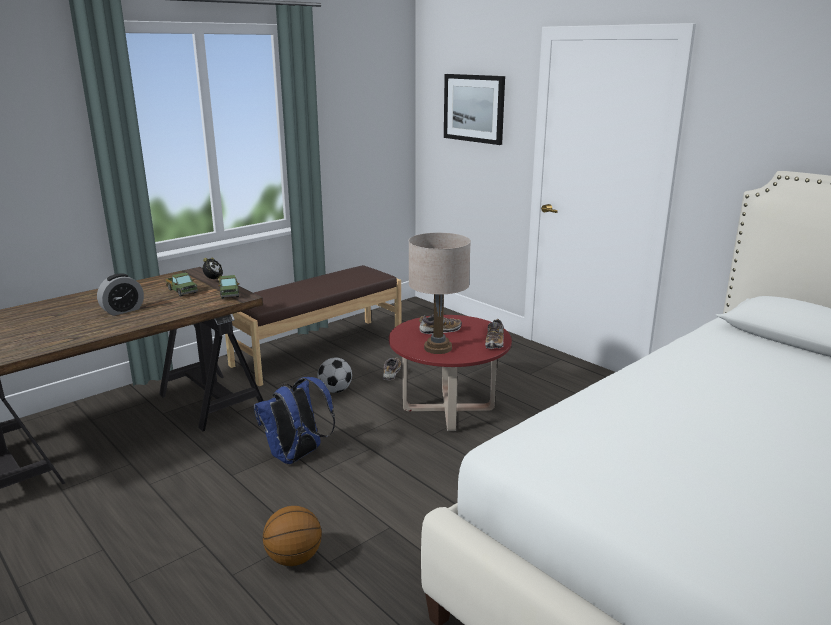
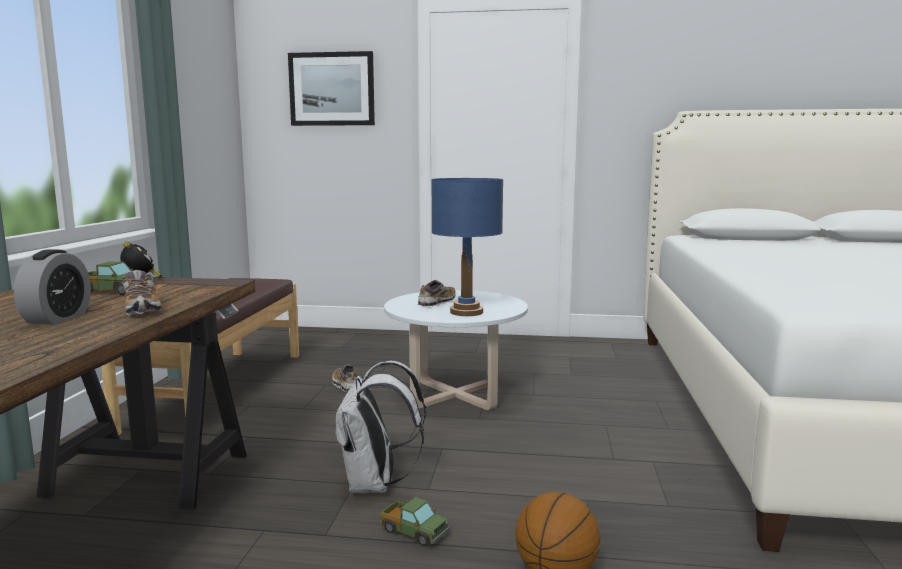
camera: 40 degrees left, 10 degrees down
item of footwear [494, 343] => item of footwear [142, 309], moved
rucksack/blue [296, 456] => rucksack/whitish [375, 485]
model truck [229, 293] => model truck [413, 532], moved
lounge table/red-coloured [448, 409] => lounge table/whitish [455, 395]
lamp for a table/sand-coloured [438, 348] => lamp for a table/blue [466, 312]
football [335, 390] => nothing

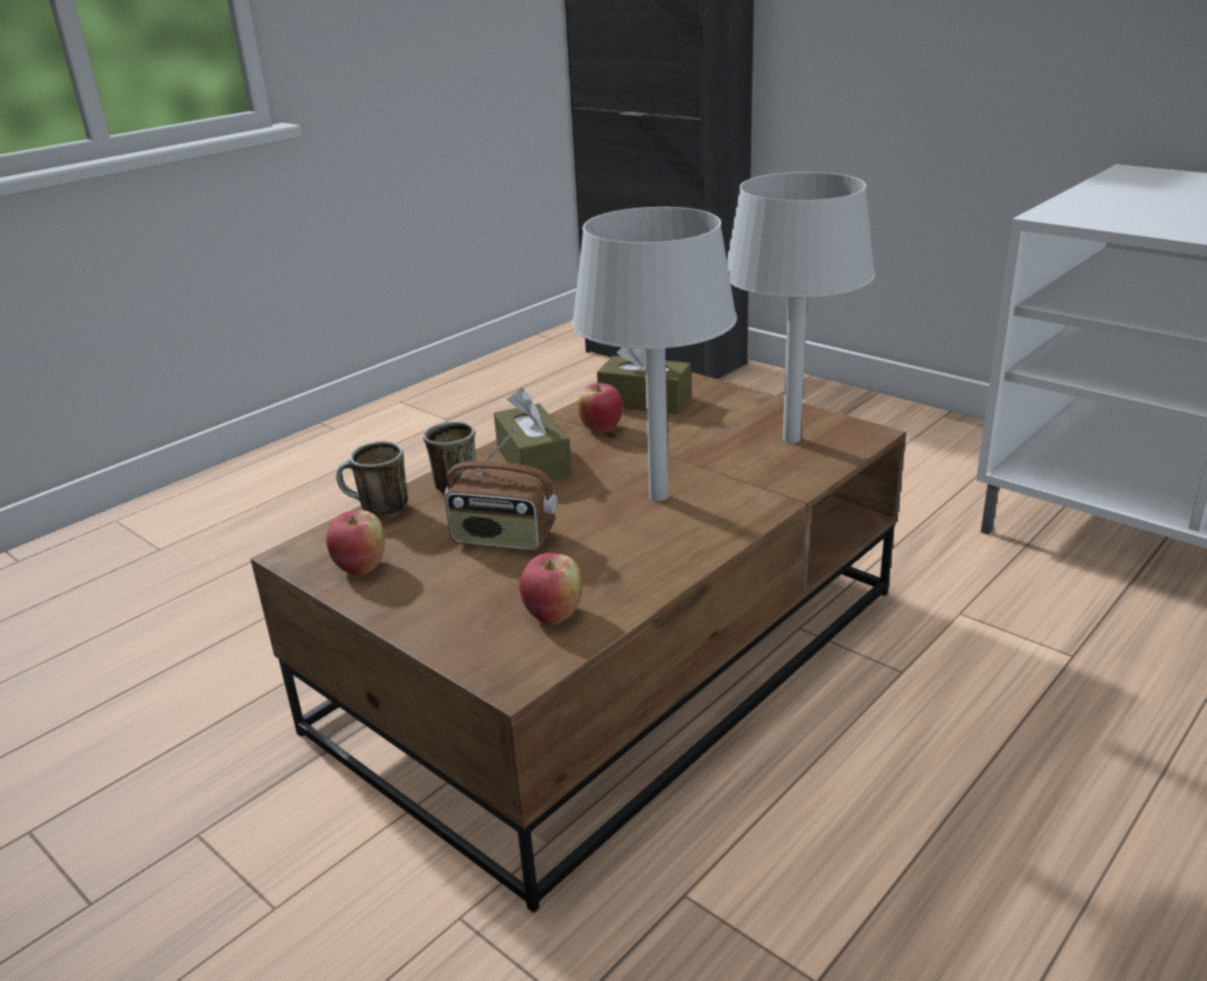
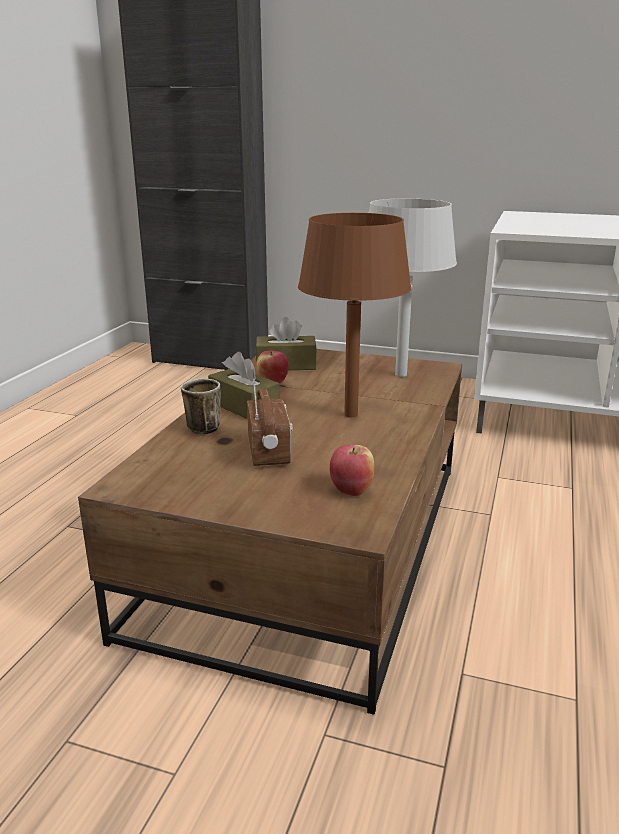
camera: 25 degrees left, 5 degrees down
radio [503, 539] => radio [270, 453], 90 degrees counterclockwise
lamp for a table/grey [659, 496] => lamp for a table/brown [351, 415]
whole apple [360, 567] => nothing
coffee mug [377, 511] => nothing

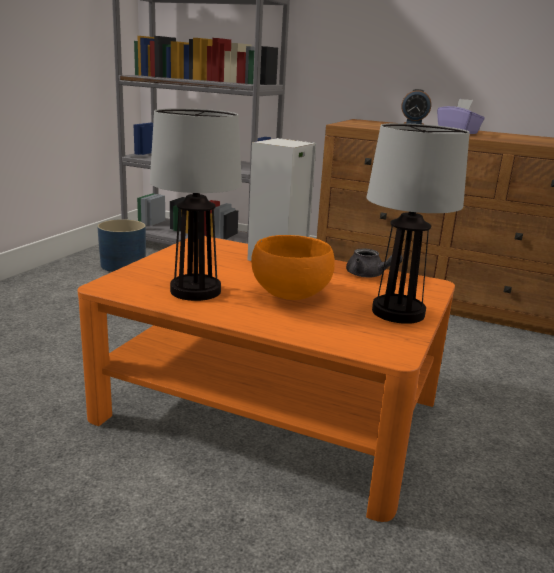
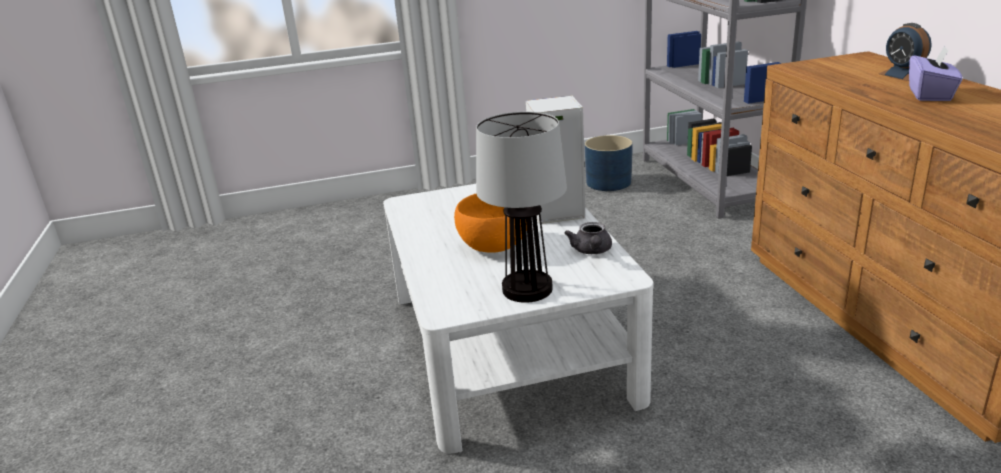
camera: 55 degrees right, 5 degrees up
lounge table/orange [270, 408] => lounge table/whitish [509, 344]
lamp for a table [195, 291] => nothing

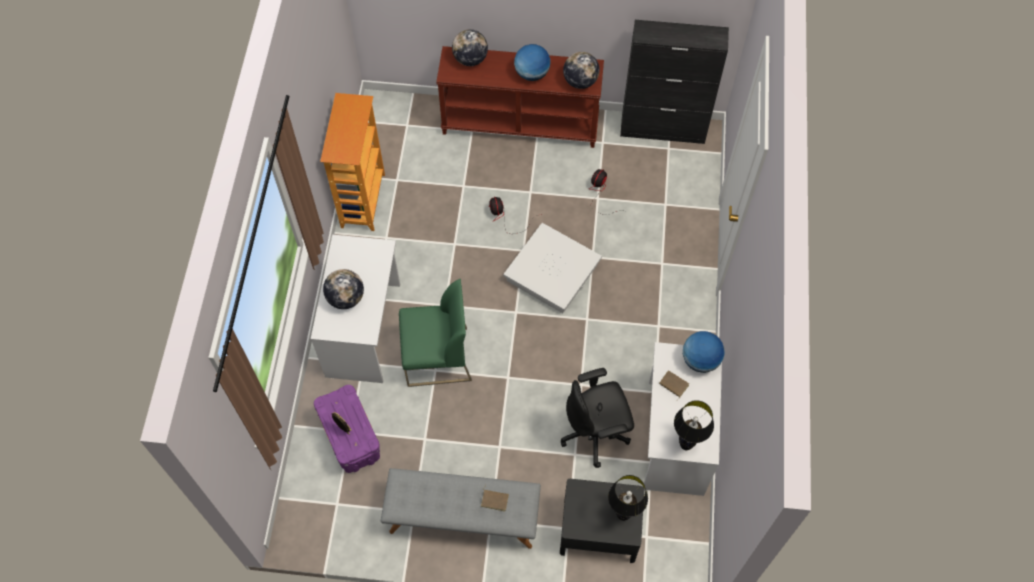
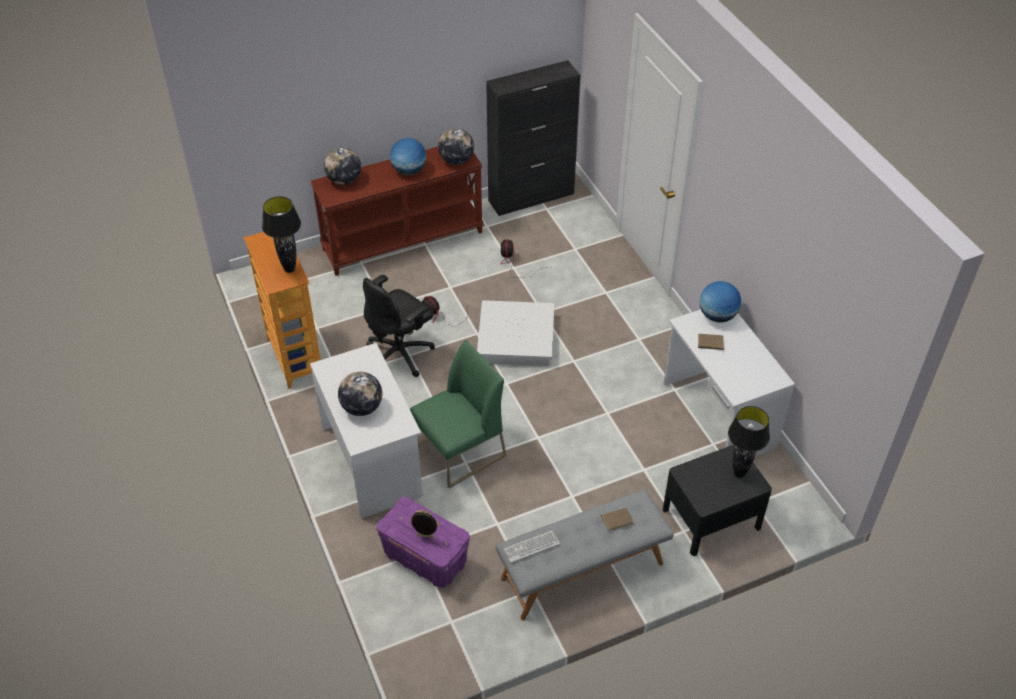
camera: 30 degrees left, 15 degrees down
lamp for a table/black [685, 445] => lamp for a table/black [289, 269], moved
office chair/black [595, 433] => office chair/black [401, 354], moved
nothing => keyboard [531, 547]

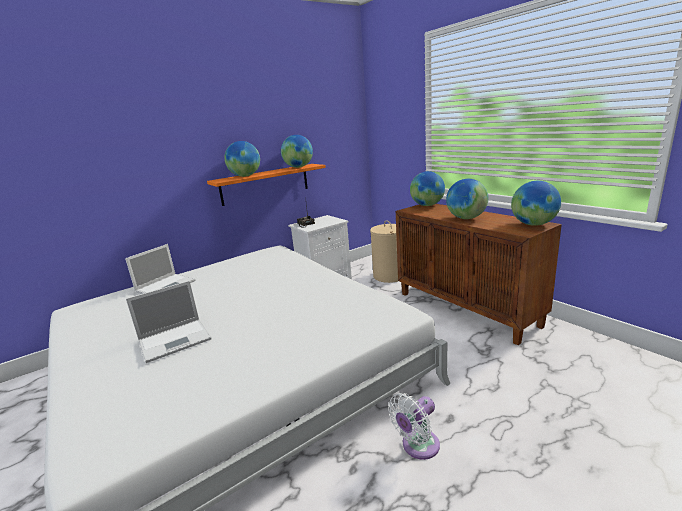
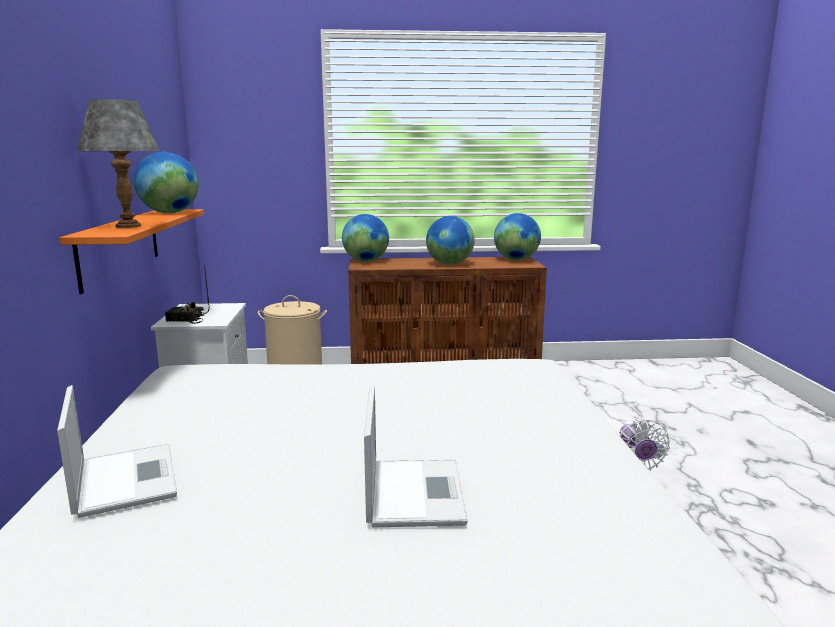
camera: 60 degrees left, 5 degrees down
globe [245, 176] => lamp for a table/grey [128, 226]

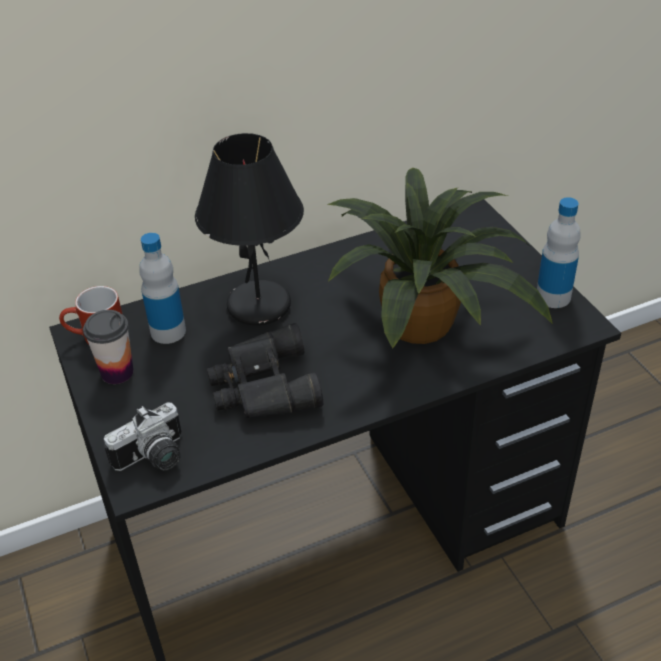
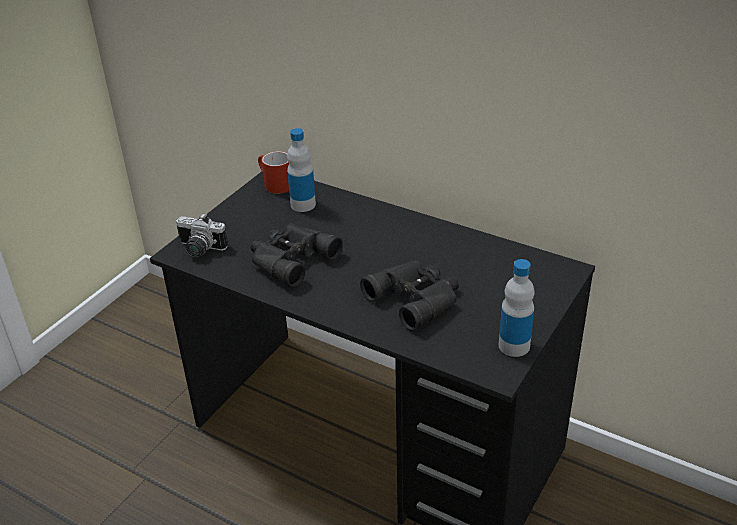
camera: 55 degrees right, 5 degrees down
houseplant [425, 323] => field glasses/black [416, 298]
cup [117, 372] => nothing
lamp for a table/black [258, 305] => nothing

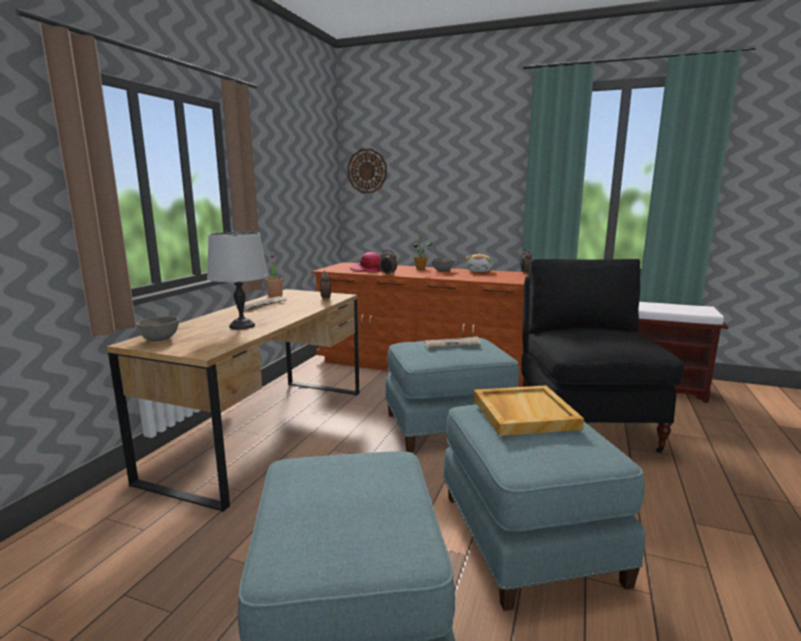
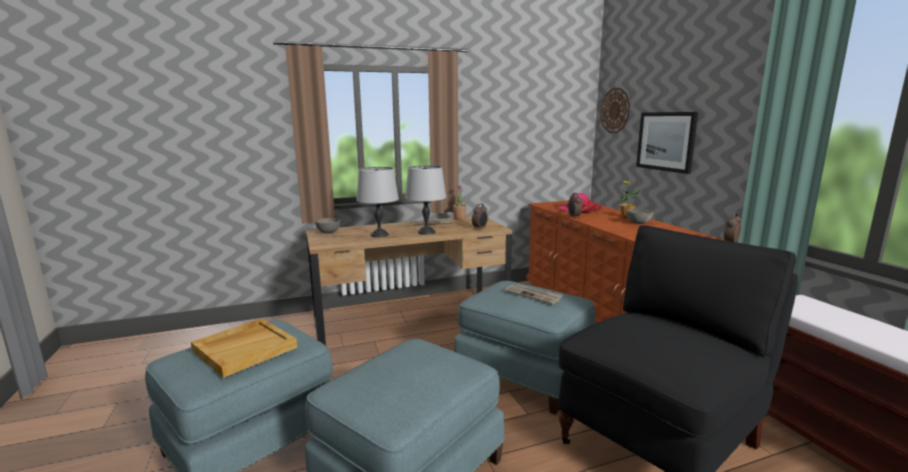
camera: 50 degrees right, 0 degrees up
tray/sand-coloured [523, 413] => tray/sand-coloured [245, 349], moved
nothing => lamp for a table/grey [426, 232]
nothing => picture [666, 141]
cuddly toy [479, 271] => nothing

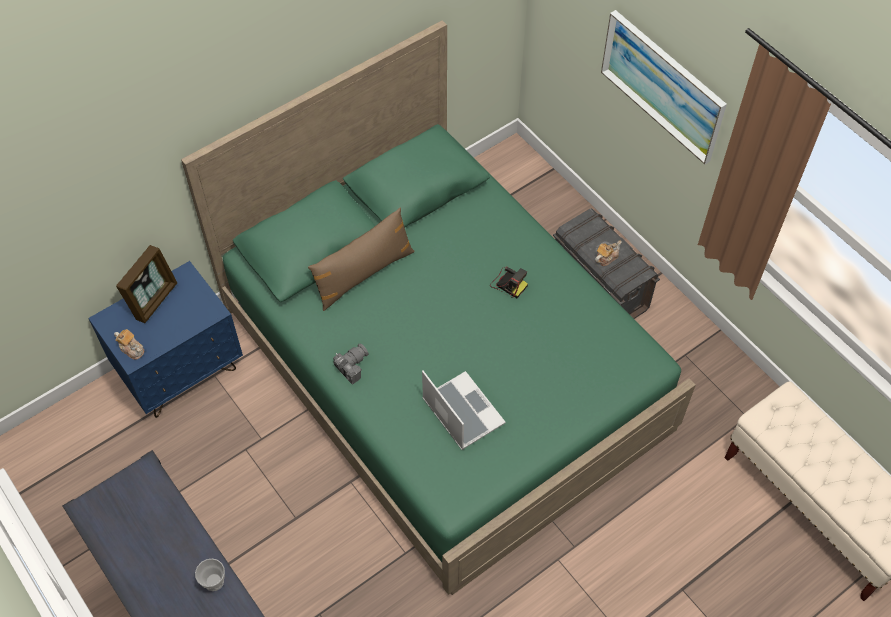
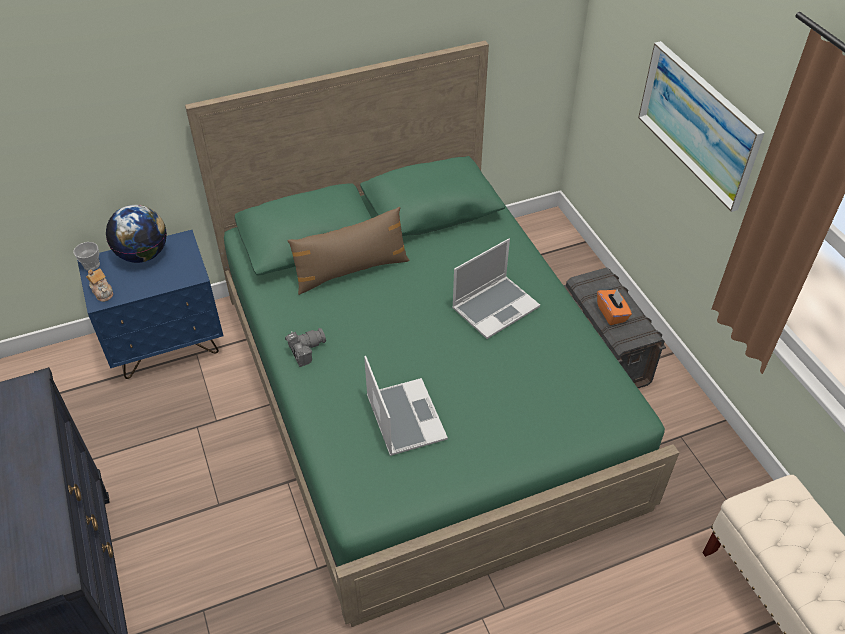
camera: 15 degrees right, 10 degrees down
cup [214, 581] => cup [91, 265], moved
picture frame [153, 299] => globe [143, 254]
photo camera [508, 283] => notebook computer [495, 307]
pot for tea [606, 257] => tissue box/orange [612, 314]

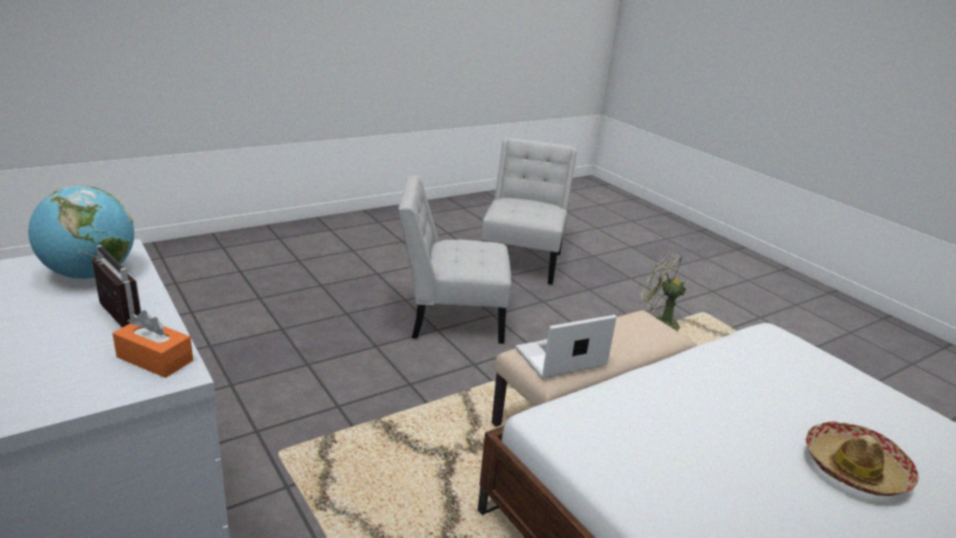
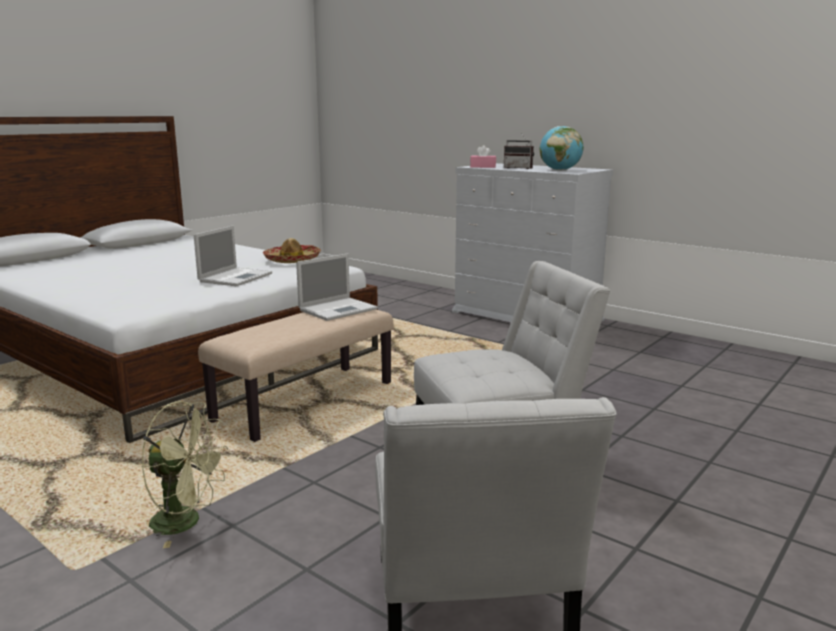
camera: 165 degrees right, 10 degrees down
nothing => notebook computer [236, 277]
wearable hat [855, 469] => wearable hat [292, 260], moved
tissue box/orange [155, 359] => tissue box/pinkish [483, 167]

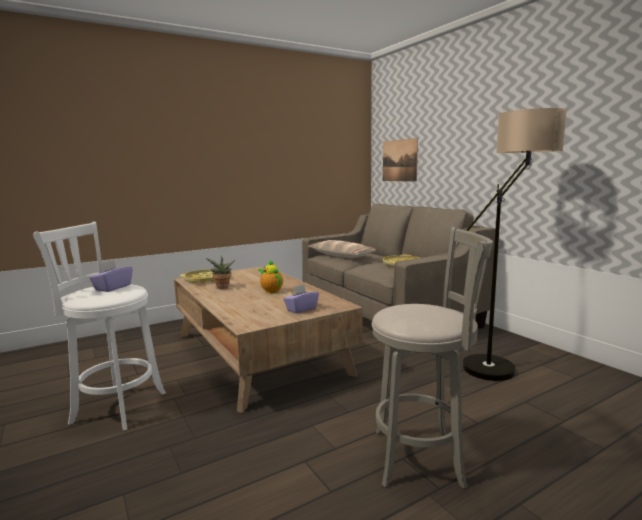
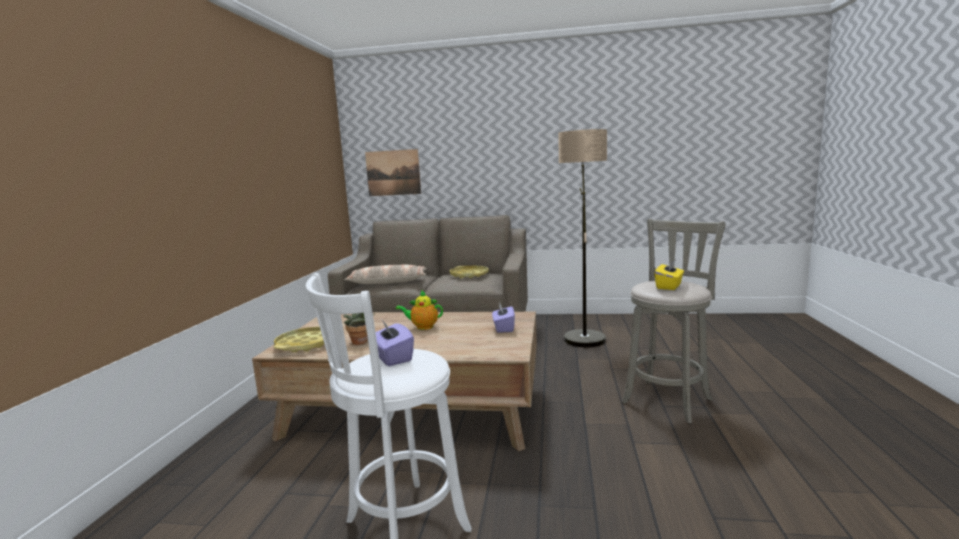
camera: 50 degrees left, 0 degrees up
nothing => tissue box/yellowish [669, 286]

